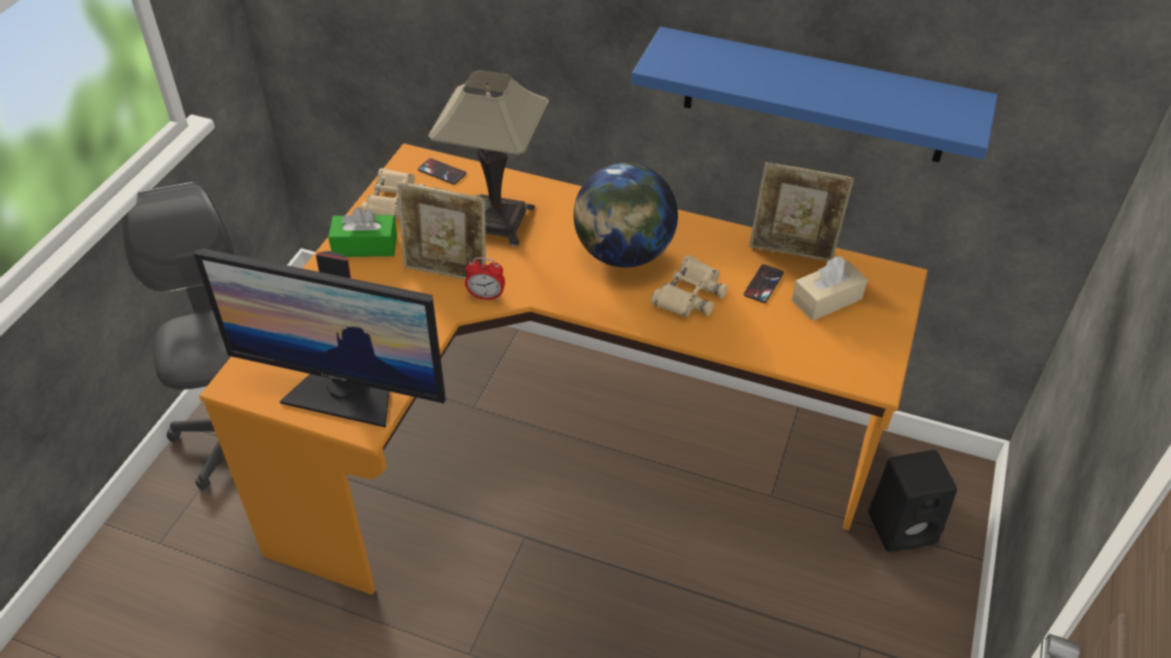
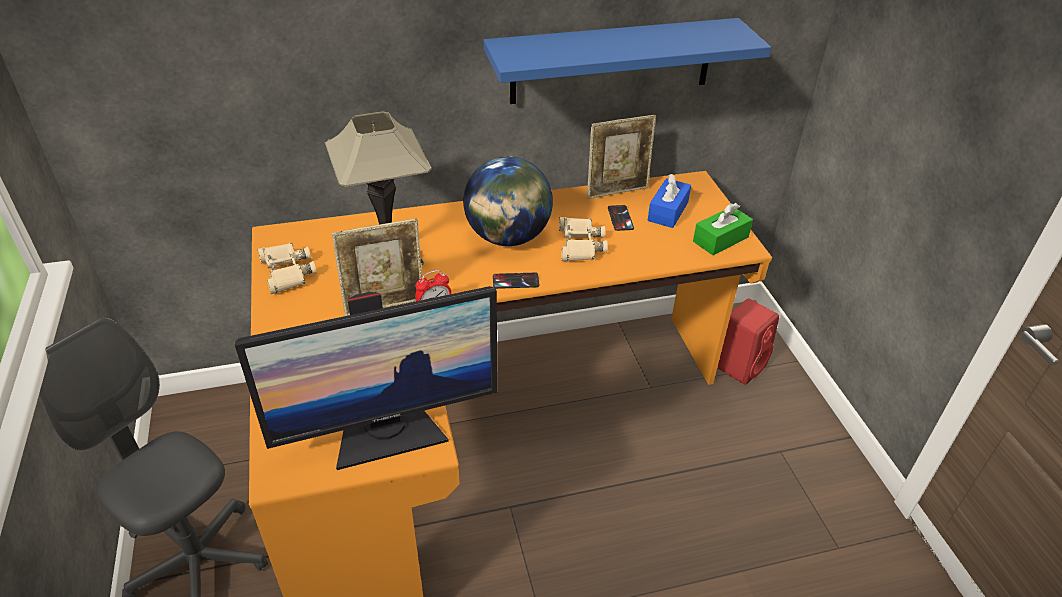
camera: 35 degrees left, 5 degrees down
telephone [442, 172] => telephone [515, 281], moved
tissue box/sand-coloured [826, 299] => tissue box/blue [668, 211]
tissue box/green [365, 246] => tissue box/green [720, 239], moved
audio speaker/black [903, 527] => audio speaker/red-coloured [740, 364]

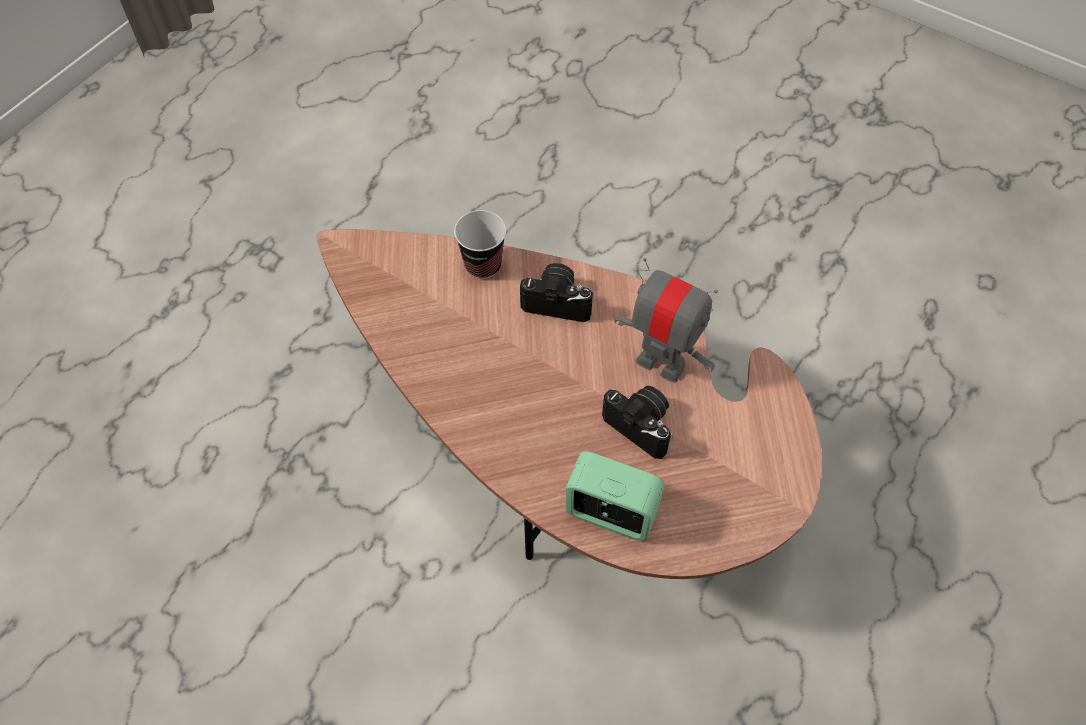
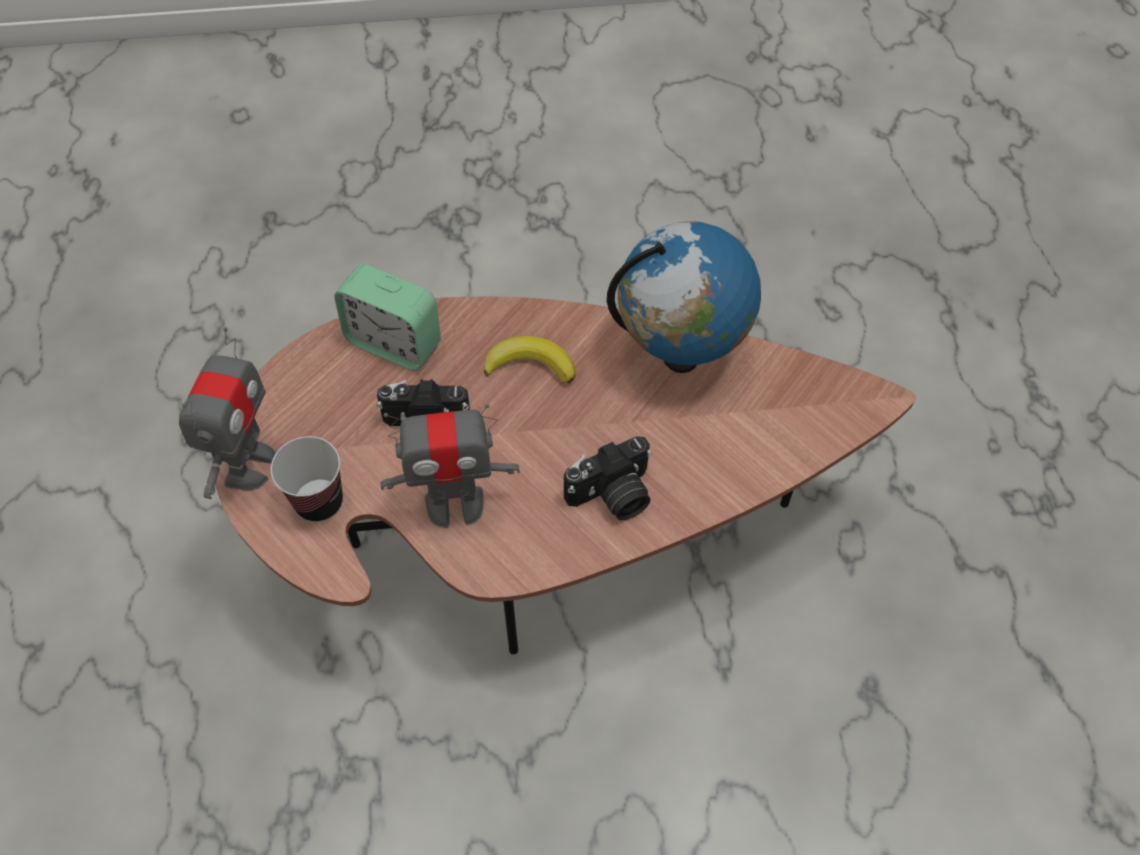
camera: 140 degrees right, 0 degrees up
nothing => robot figure [249, 465]
cup [483, 265] => cup [319, 502], moved
bedside clock [611, 513] => bedside clock [394, 343], 45 degrees clockwise
nothing => banana [530, 364]
nothing => globe [680, 355]

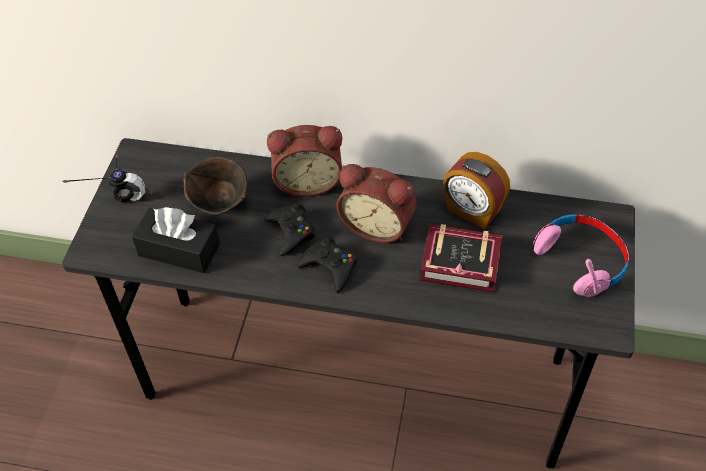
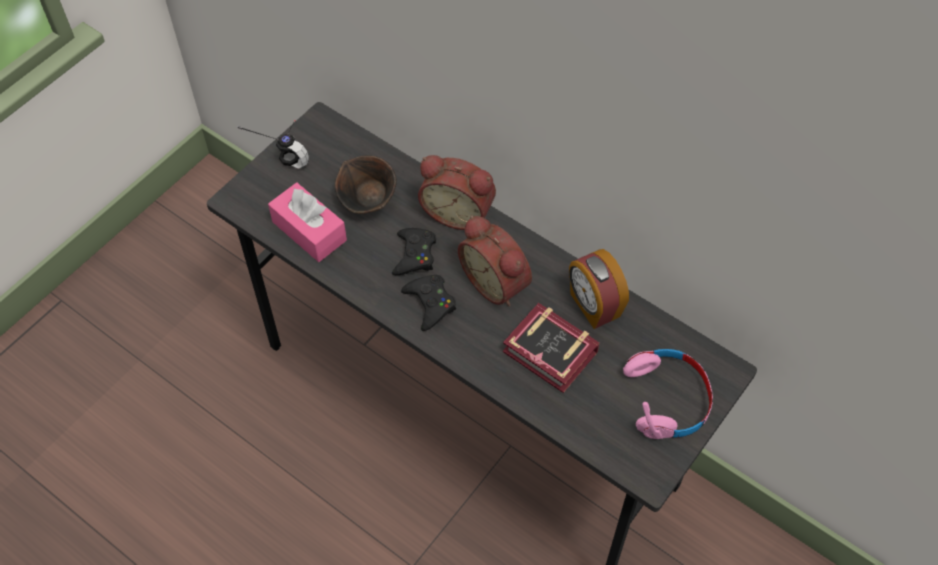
camera: 25 degrees right, 5 degrees up
tissue box/black [179, 250] => tissue box/pinkish [309, 231]

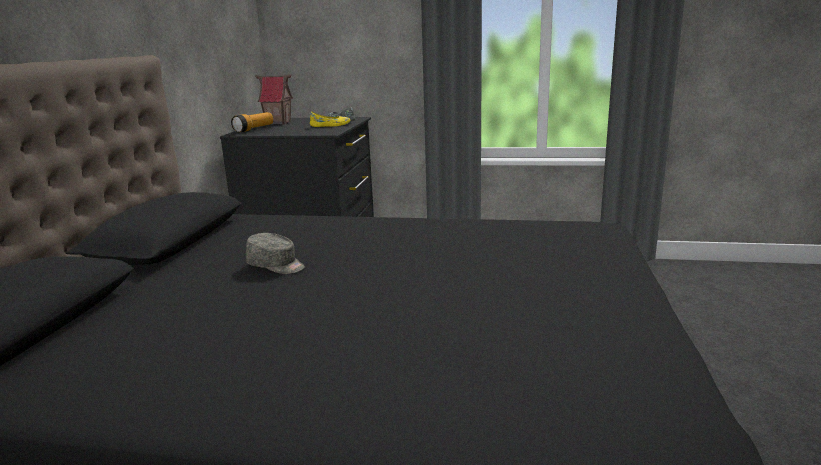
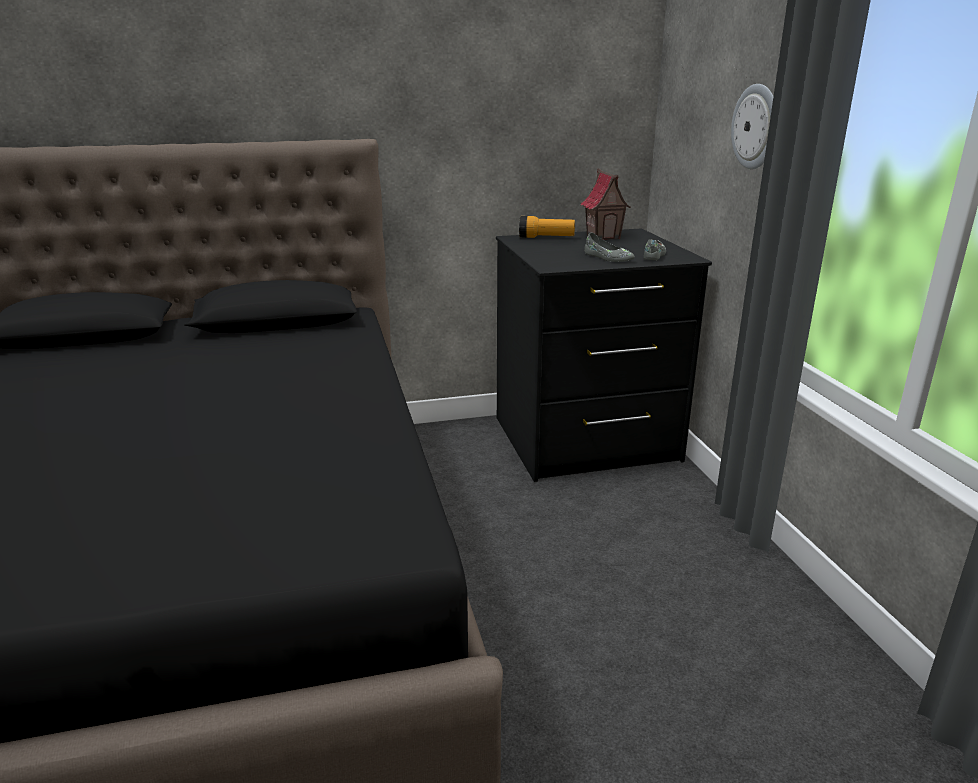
camera: 65 degrees right, 5 degrees up
item of footwear/yellowish [330, 125] => item of footwear/grey [608, 258]
nothing => clock on the wall [756, 127]
cap/grey [276, 266] => nothing

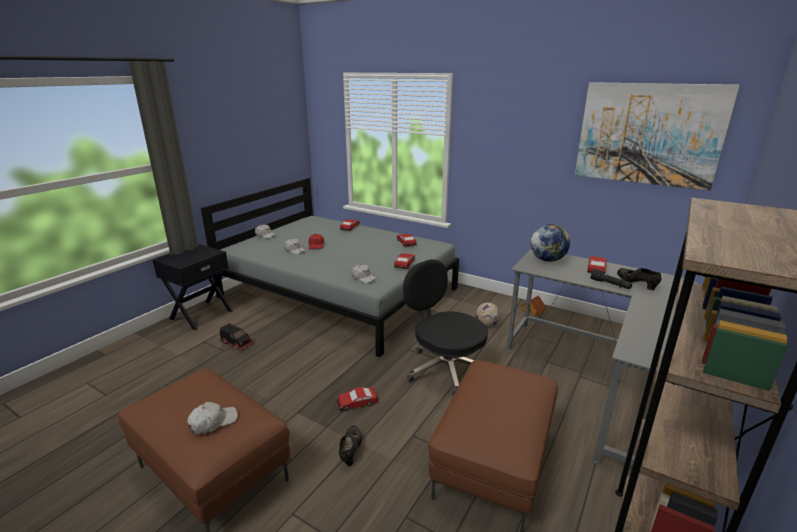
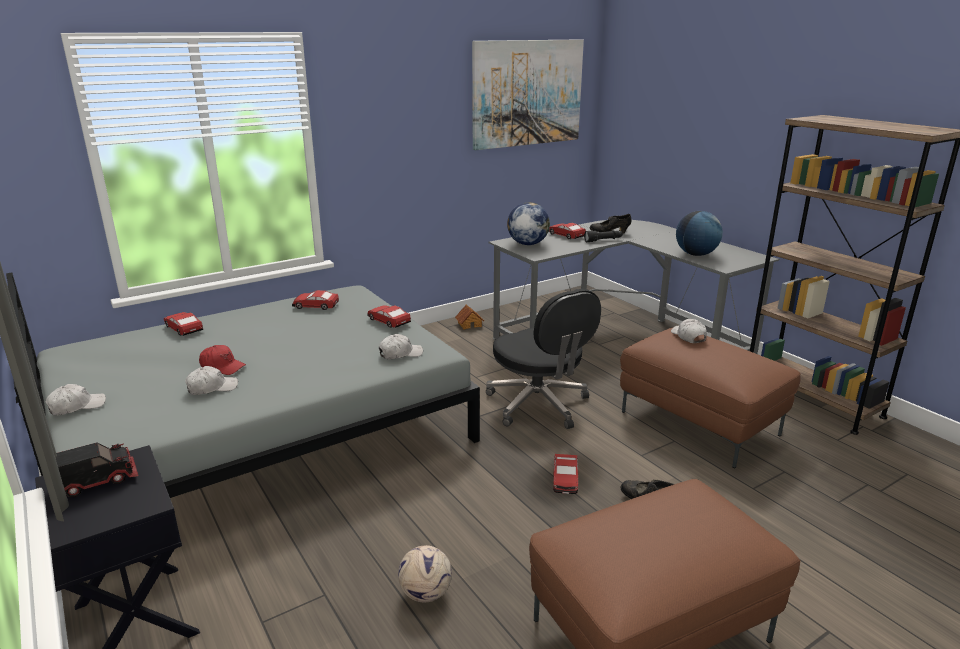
camera: 65 degrees left, 0 degrees up
model truck [237, 343] => model truck [95, 482], moved
football [486, 324] => football [425, 593], moved
office chair/black [445, 369] => office chair/black [539, 405], 105 degrees counterclockwise
cap/whitish [213, 422] => cap/whitish [688, 336], moved
nothing => globe [696, 254]

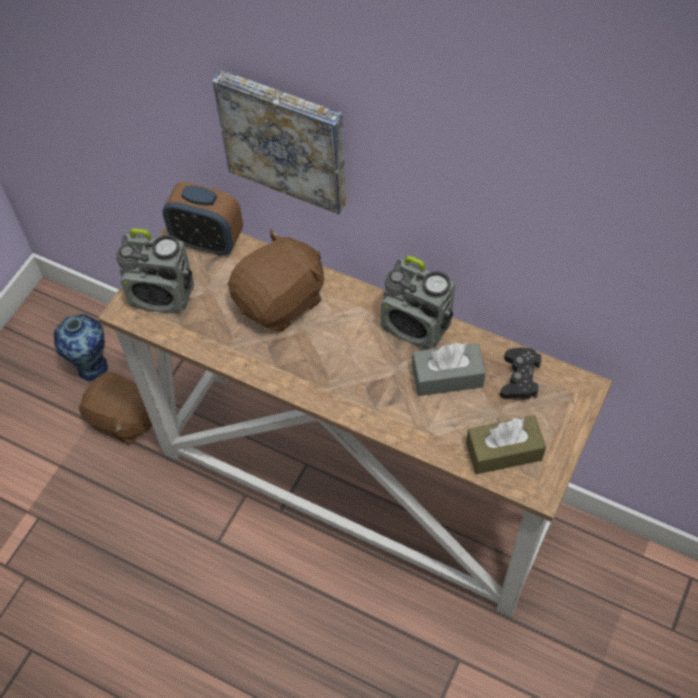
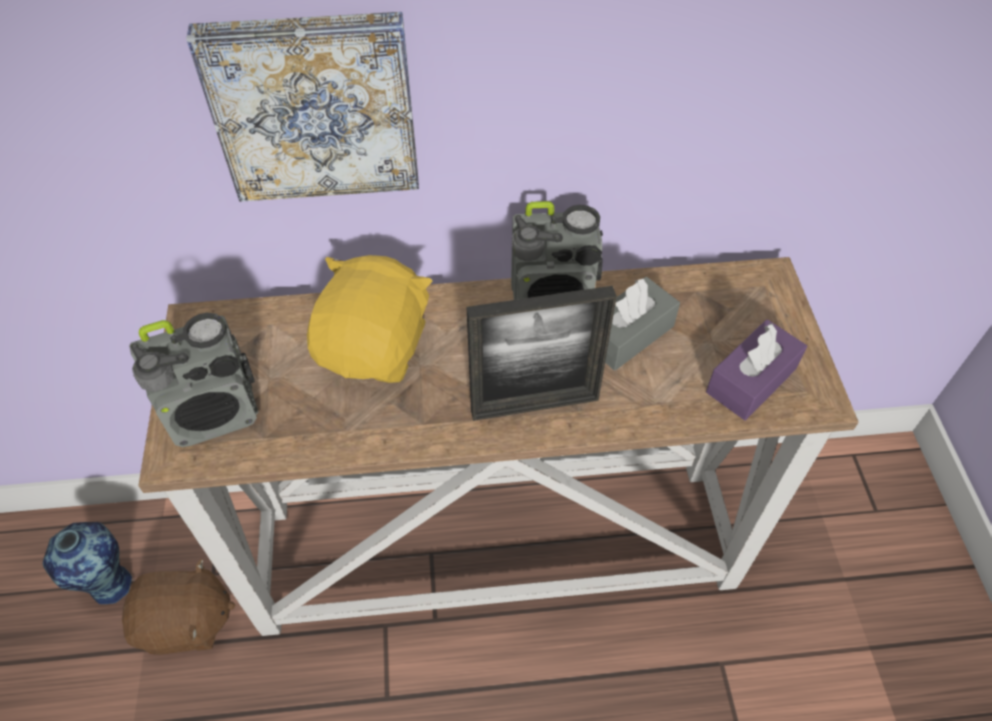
camera: 35 degrees left, 5 degrees down
cuddly toy/brown [281, 301] => cuddly toy/yellowish [376, 347]
nothing => picture frame [534, 405]
tissue box/brown [503, 451] => tissue box/purple-coloured [751, 380]
bedside clock [207, 241] => nothing
gamepad/black [520, 378] => nothing

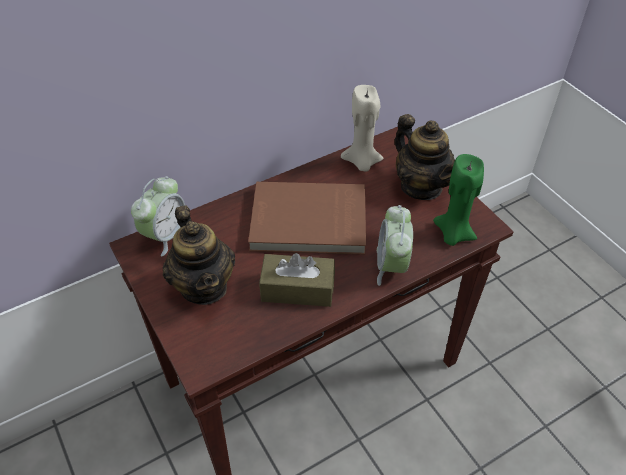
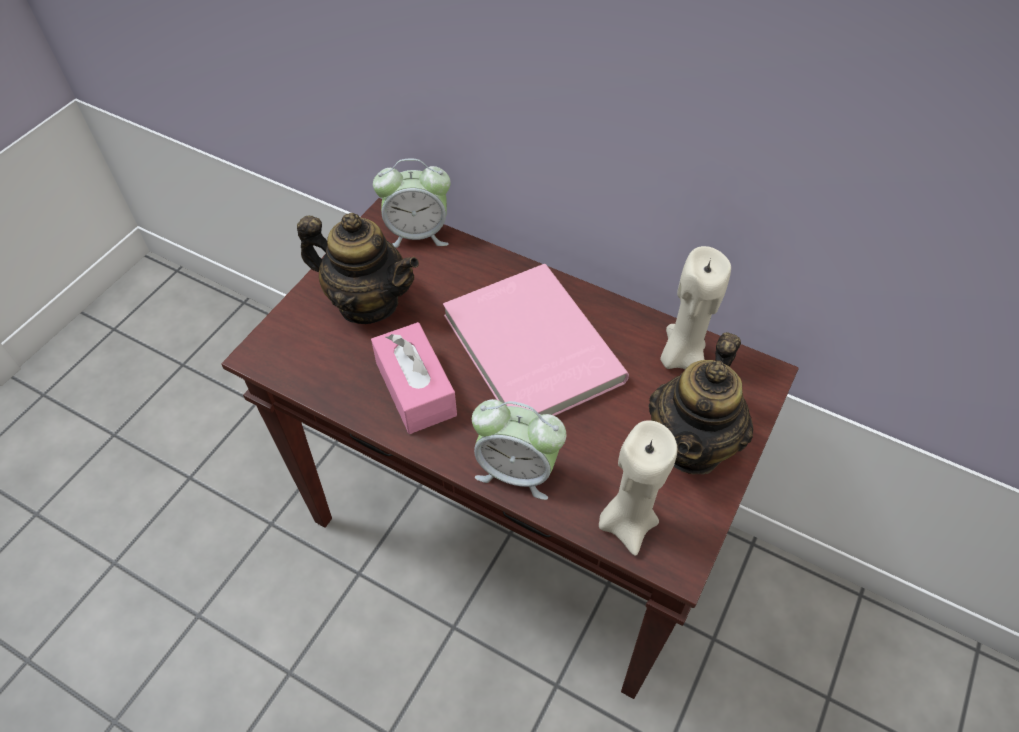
camera: 60 degrees right, 5 degrees up
pot for tea [204, 286] => pot for tea [368, 302], 105 degrees counterclockwise
tissue box/brown [297, 289] => tissue box/pinkish [415, 389]
bound book/brown [308, 222] => bound book/pinkish [529, 349]
bedside clock [391, 266] => bedside clock [517, 471], 135 degrees counterclockwise
wax light/green [453, 234] => wax light/sand-coloured [627, 522]

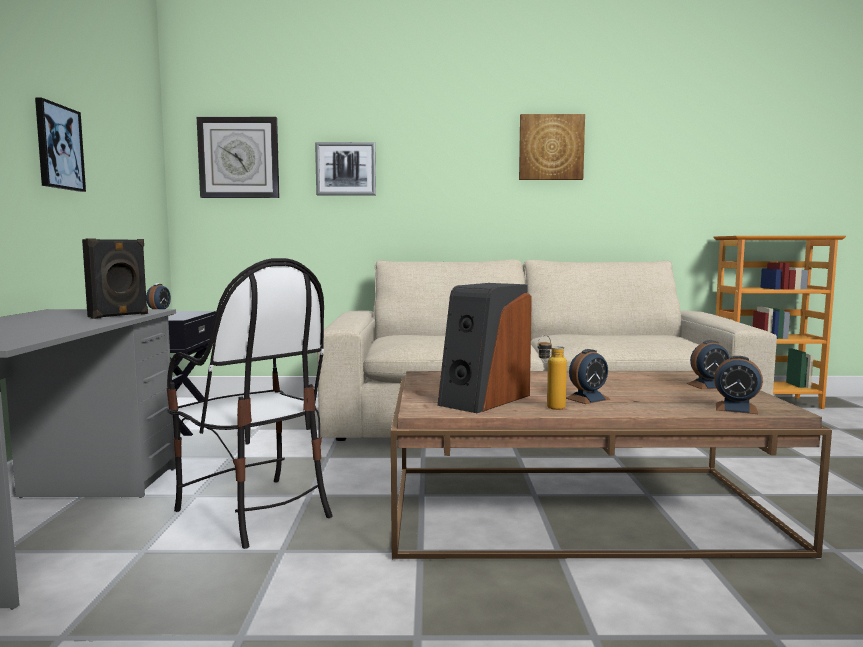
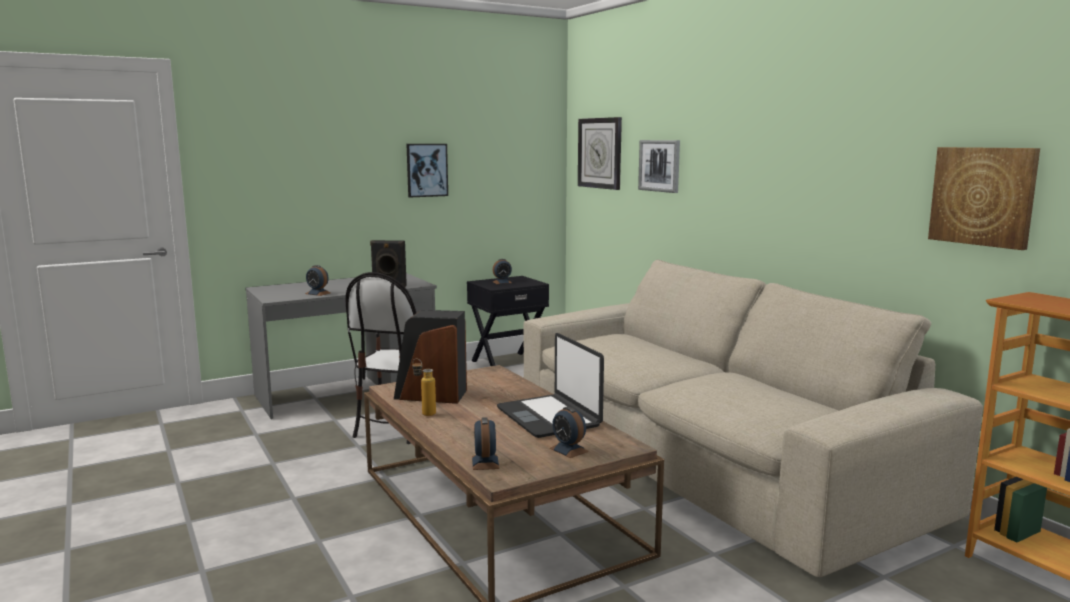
camera: 60 degrees right, 5 degrees up
bedside clock [587, 398] => bedside clock [318, 293], moved
nothing => notebook computer [549, 417]
picture [551, 147] => picture [983, 196], moved

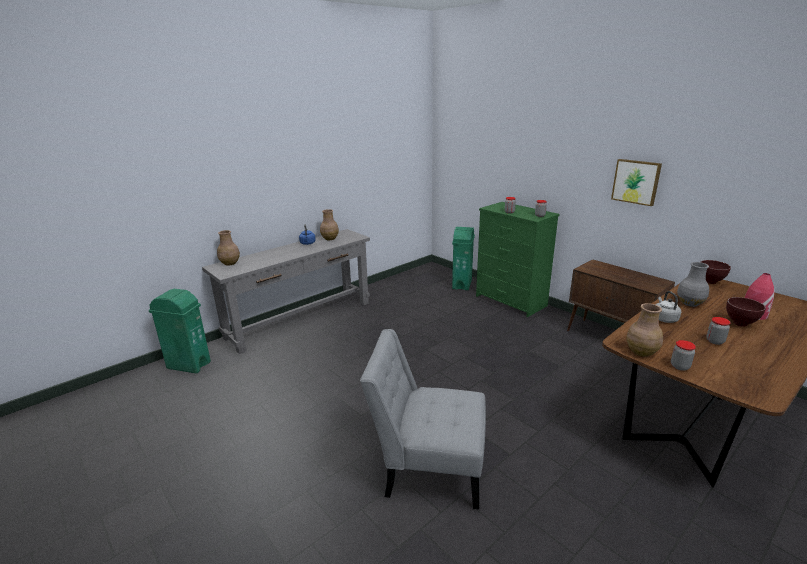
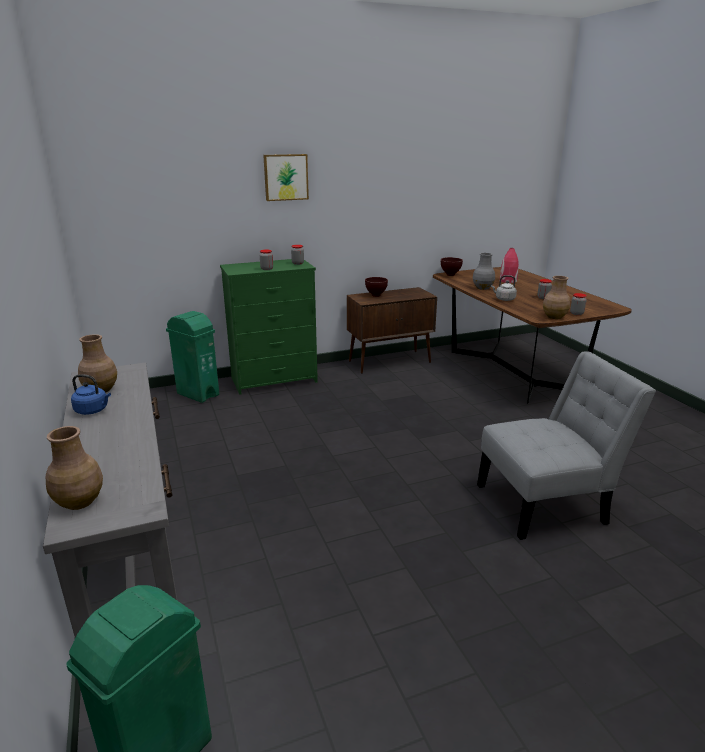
camera: 70 degrees left, 0 degrees up
picture [636, 181] => picture [285, 177], moved
bowl/brown [740, 324] => bowl/brown [376, 295], moved
chair/grey [428, 467] => chair/grey [547, 503], 135 degrees counterclockwise

